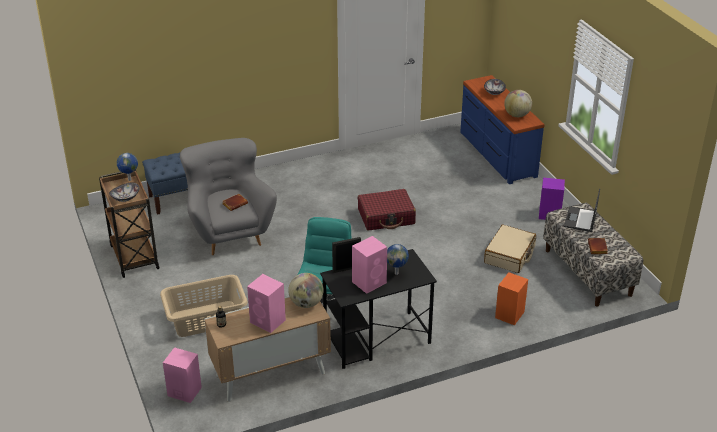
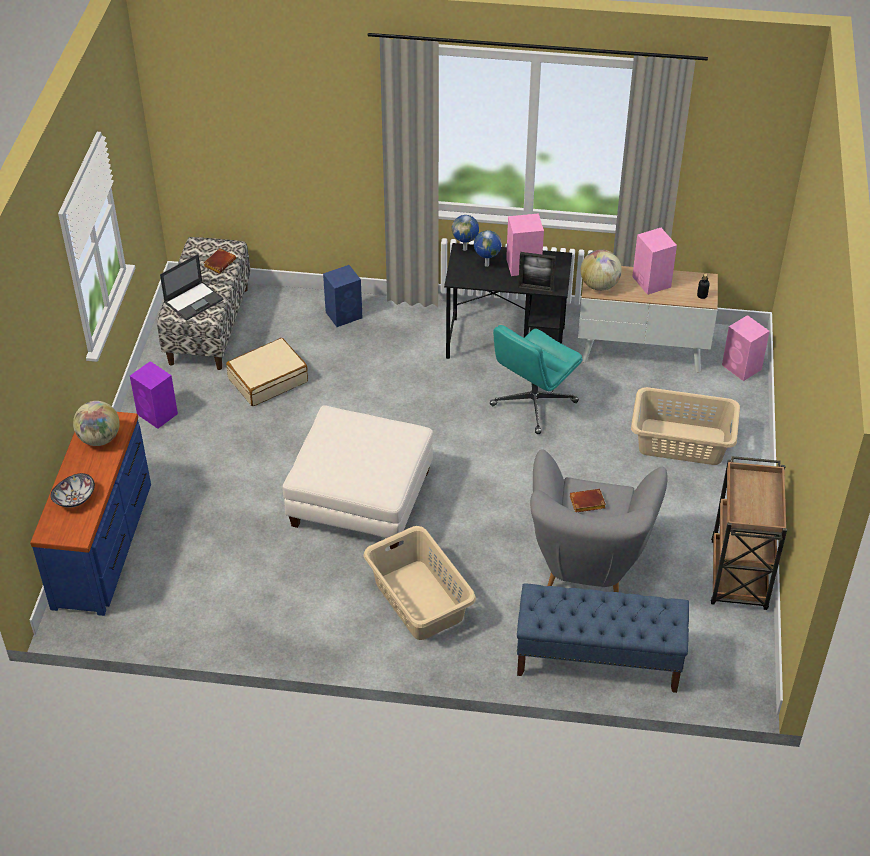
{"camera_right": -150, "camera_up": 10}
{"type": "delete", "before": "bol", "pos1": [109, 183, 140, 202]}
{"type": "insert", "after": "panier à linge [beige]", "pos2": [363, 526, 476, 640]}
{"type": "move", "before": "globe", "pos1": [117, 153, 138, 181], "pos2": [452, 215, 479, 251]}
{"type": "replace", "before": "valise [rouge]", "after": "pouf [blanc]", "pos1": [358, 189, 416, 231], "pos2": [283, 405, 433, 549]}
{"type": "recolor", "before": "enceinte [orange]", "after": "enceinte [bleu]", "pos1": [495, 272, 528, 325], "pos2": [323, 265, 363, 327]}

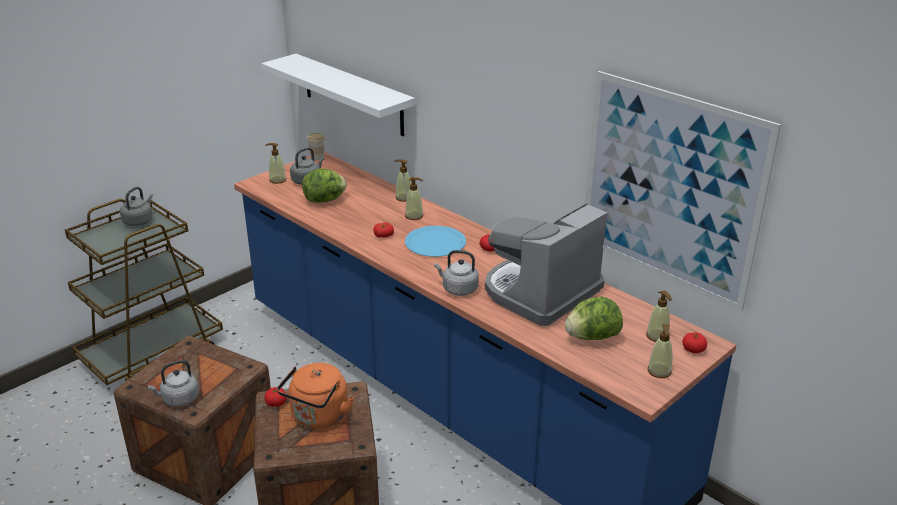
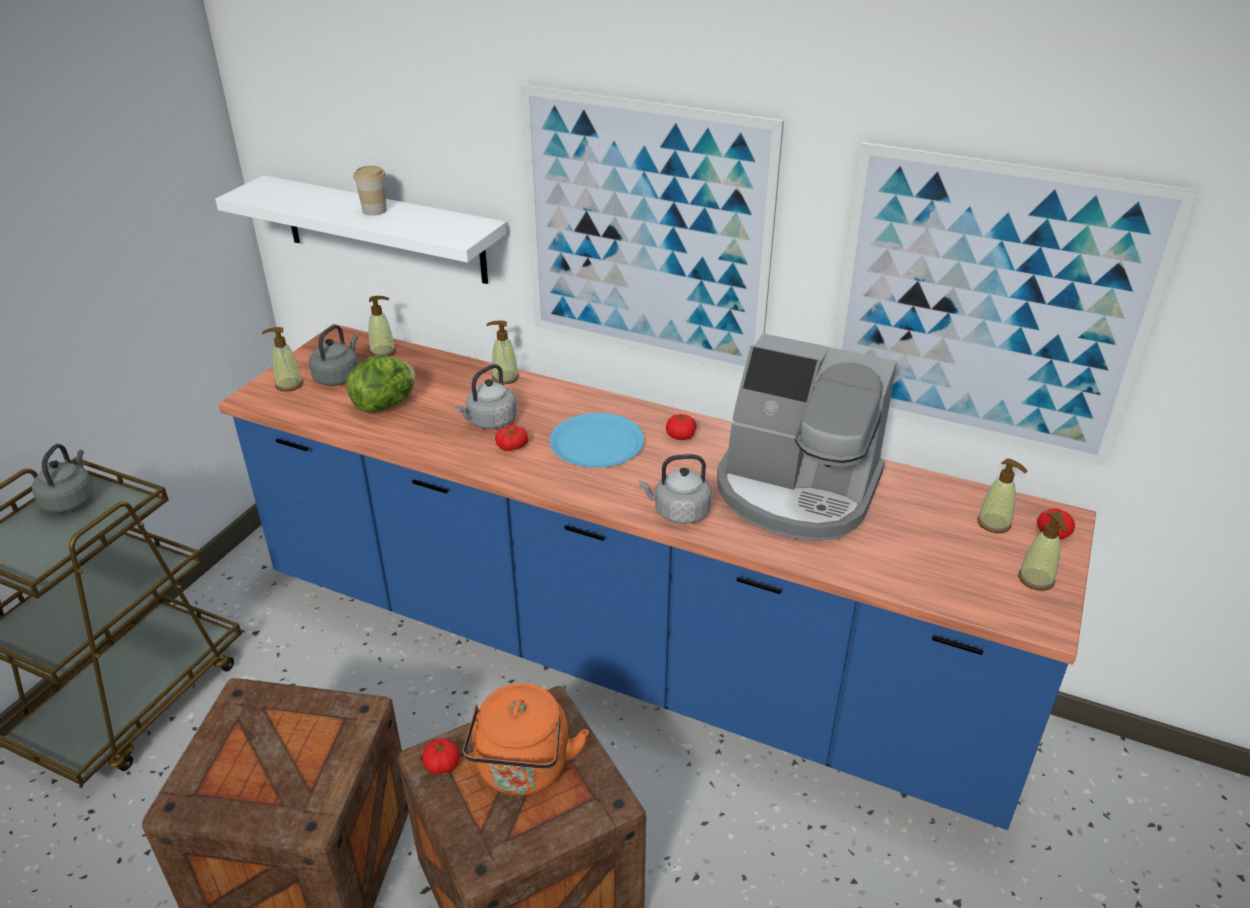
{"camera_right": -20, "camera_up": 5}
{"type": "delete", "before": "laitue", "pos1": [565, 297, 623, 340]}
{"type": "insert", "after": "tableau", "pos2": [521, 84, 784, 374]}
{"type": "move", "before": "bouilloire [gris]", "pos1": [147, 360, 199, 407], "pos2": [456, 364, 517, 429]}
{"type": "move", "before": "tasse", "pos1": [307, 133, 325, 161], "pos2": [353, 166, 387, 216]}
{"type": "move", "before": "distributeur de savon", "pos1": [405, 177, 423, 220], "pos2": [369, 296, 396, 357]}
{"type": "rotate", "before": "machine à café", "pos1": [485, 203, 607, 326], "pos2": [717, 333, 897, 541], "turn": -90}

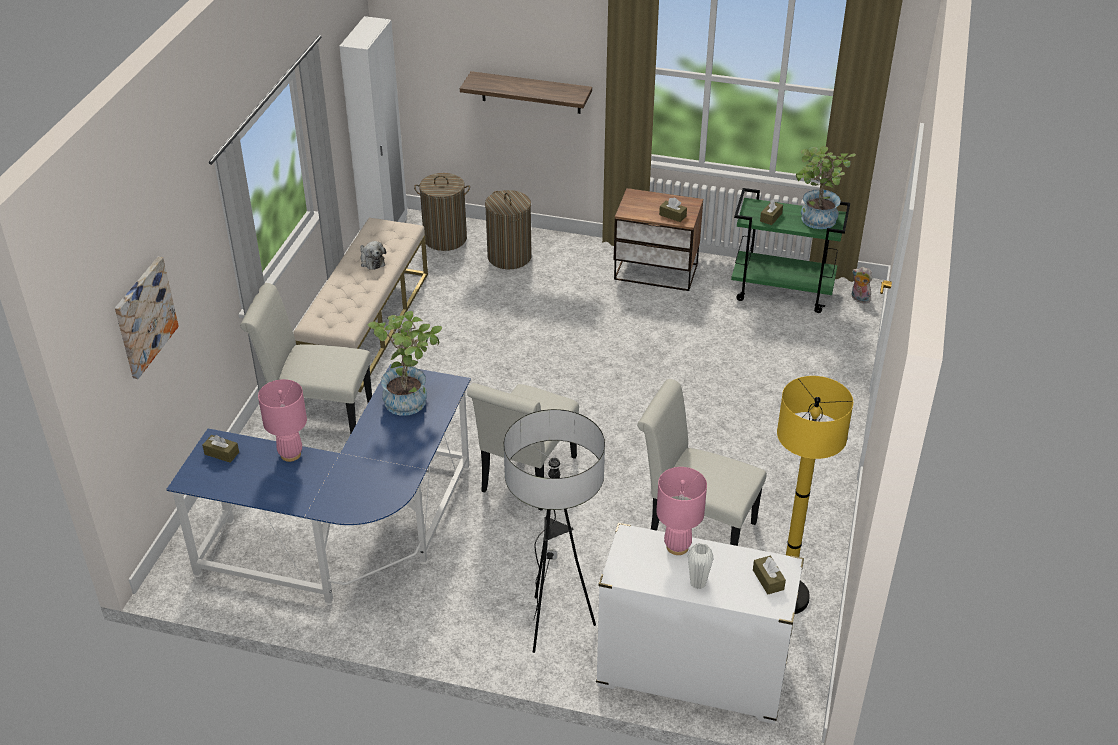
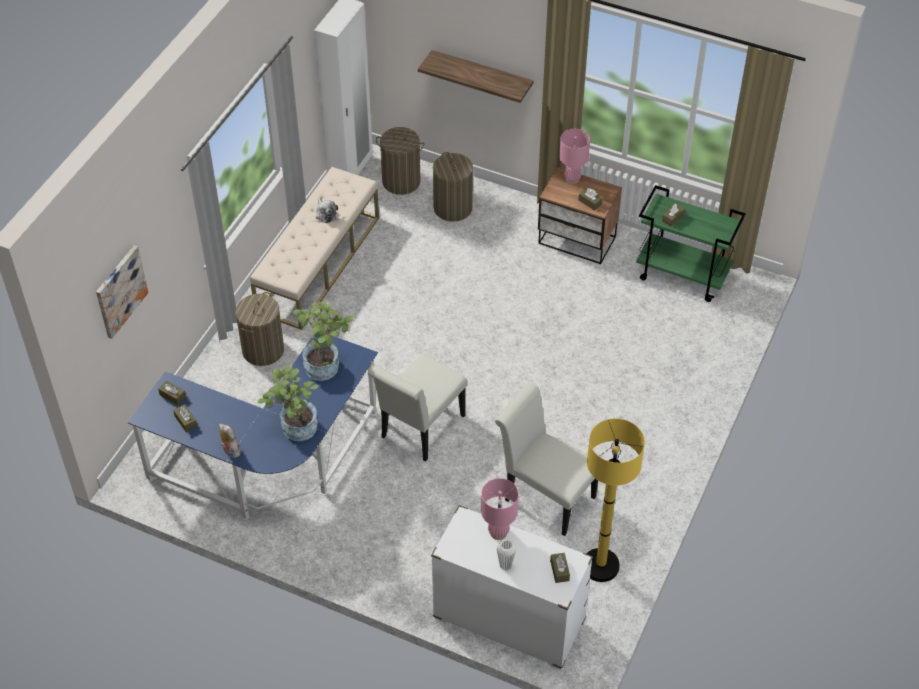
{"camera_right": 10, "camera_up": 10}
{"type": "delete", "before": "lampadaire", "pos1": [504, 409, 605, 653]}
{"type": "insert", "after": "boîte à mouchoirs [marron]", "pos2": [173, 404, 197, 432]}
{"type": "move", "before": "lampe de table [rose]", "pos1": [258, 379, 307, 462], "pos2": [559, 129, 590, 184]}
{"type": "move", "before": "plante en pot", "pos1": [796, 146, 856, 229], "pos2": [258, 365, 318, 441]}
{"type": "move", "before": "peluche", "pos1": [852, 267, 872, 303], "pos2": [219, 424, 240, 458]}
{"type": "replace", "before": "chaise [blanc]", "after": "panier à linge", "pos1": [240, 283, 372, 434], "pos2": [235, 292, 284, 366]}

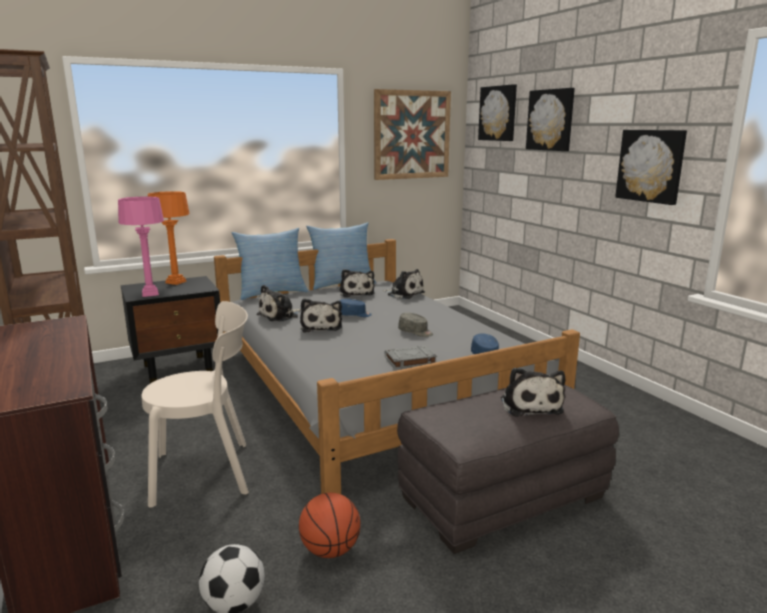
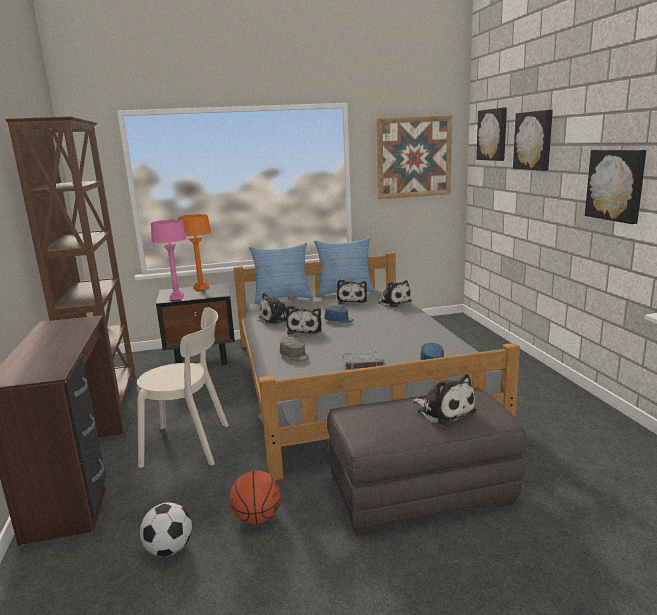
{"camera_right": 15, "camera_up": 0}
{"type": "move", "before": "casquette [gris]", "pos1": [398, 313, 433, 337], "pos2": [280, 337, 309, 362]}
{"type": "rotate", "before": "peluche", "pos1": [501, 368, 565, 417], "pos2": [413, 374, 477, 426], "turn": -45}

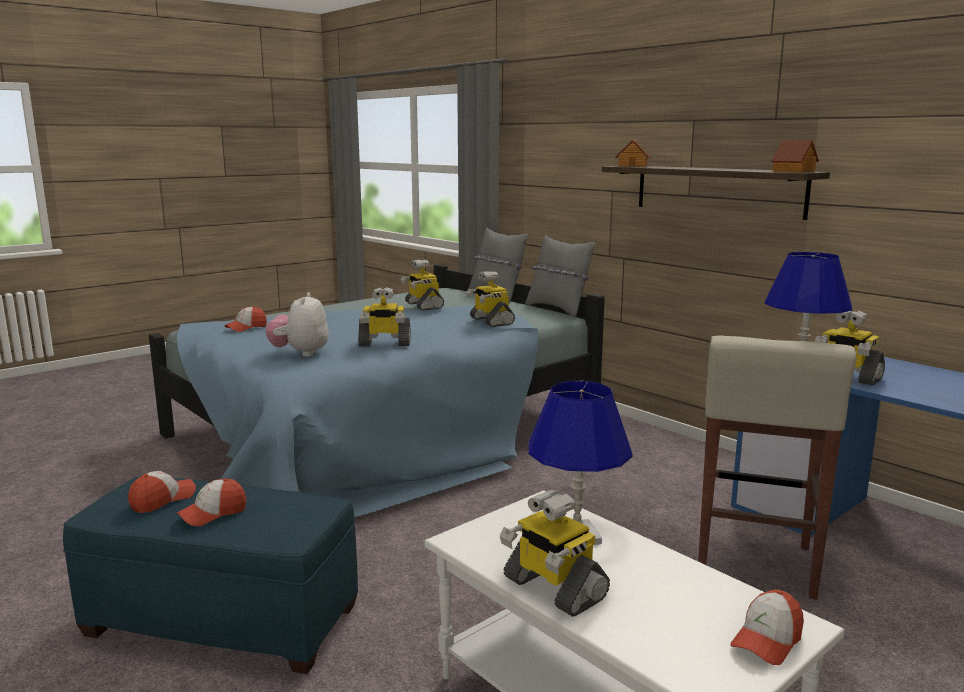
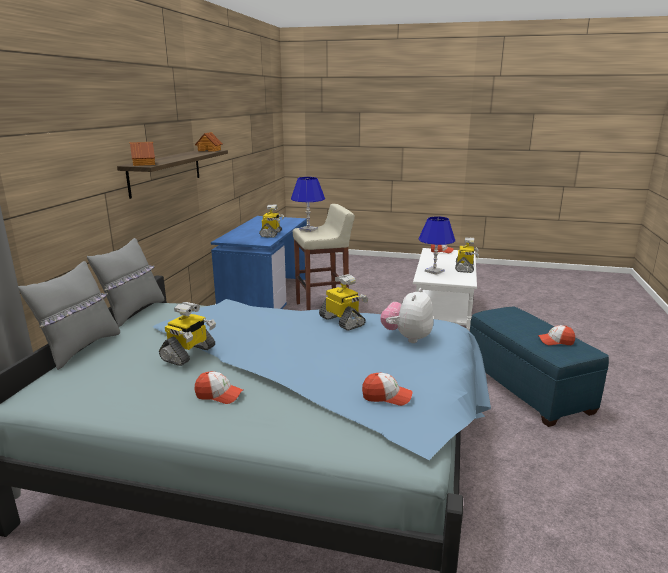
{"camera_right": -125, "camera_up": 5}
{"type": "delete", "before": "robot jouet", "pos1": [466, 271, 515, 327]}
{"type": "move", "before": "casquette", "pos1": [177, 478, 246, 526], "pos2": [195, 371, 243, 404]}
{"type": "rotate", "before": "peluche", "pos1": [266, 293, 329, 357], "pos2": [380, 288, 433, 343], "turn": 150}

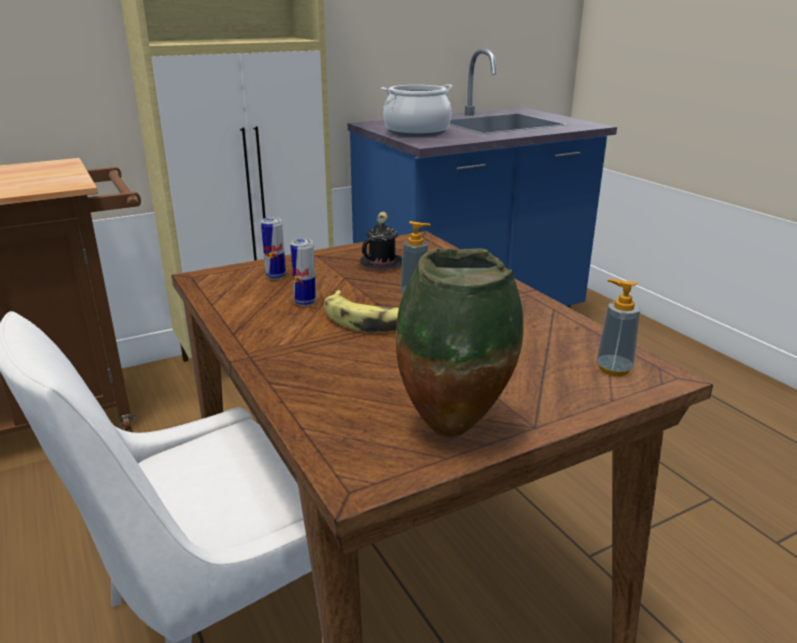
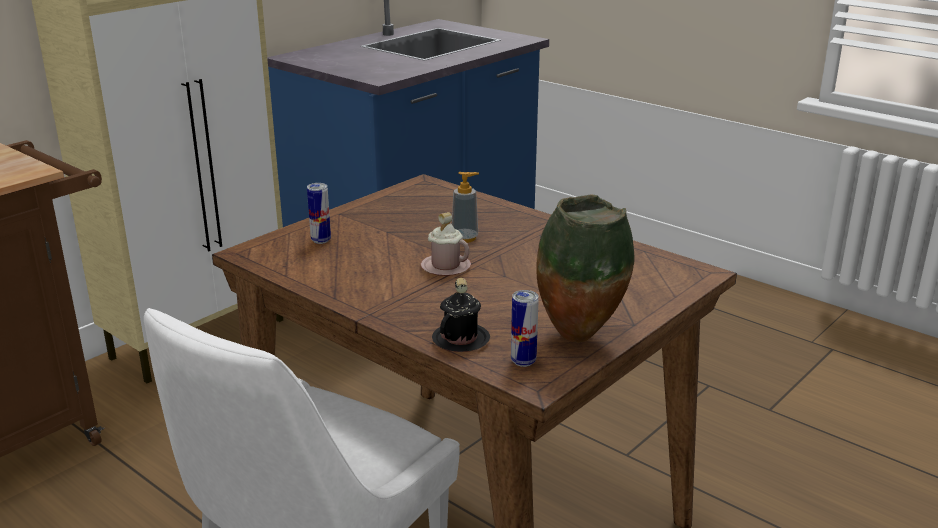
{"camera_right": -20, "camera_up": 0}
{"type": "delete", "before": "marmite", "pos1": [381, 84, 453, 137]}
{"type": "delete", "before": "distributeur de savon", "pos1": [597, 279, 640, 376]}
{"type": "move", "before": "boîte métallique", "pos1": [290, 238, 316, 306], "pos2": [511, 290, 539, 367]}
{"type": "move", "before": "mug [noir]", "pos1": [360, 212, 402, 270], "pos2": [432, 278, 490, 352]}
{"type": "replace", "before": "banane", "after": "mug [rose]", "pos1": [324, 290, 399, 333], "pos2": [421, 212, 471, 276]}

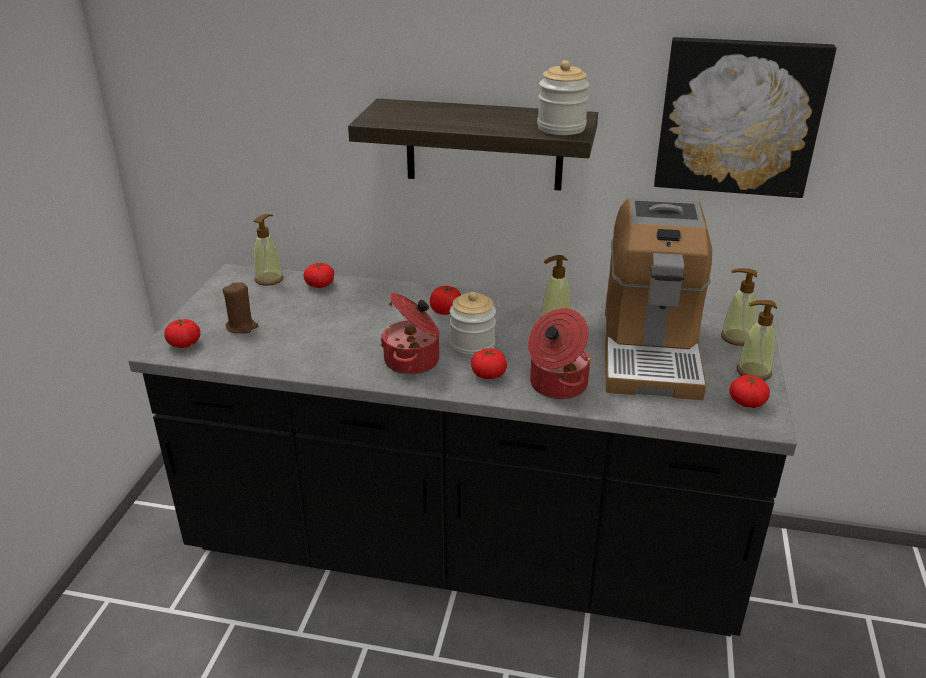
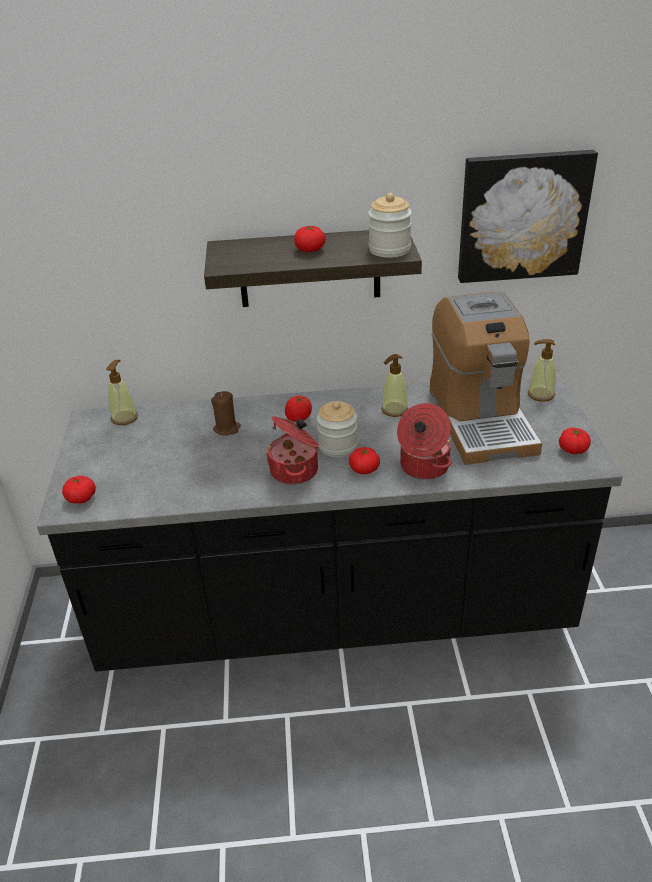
{"camera_right": -15, "camera_up": 5}
{"type": "delete", "before": "distributeur de savon", "pos1": [737, 300, 777, 381]}
{"type": "move", "before": "bougie [marron]", "pos1": [223, 282, 258, 333], "pos2": [211, 391, 241, 435]}
{"type": "move", "before": "tomate", "pos1": [304, 263, 334, 288], "pos2": [294, 226, 326, 252]}

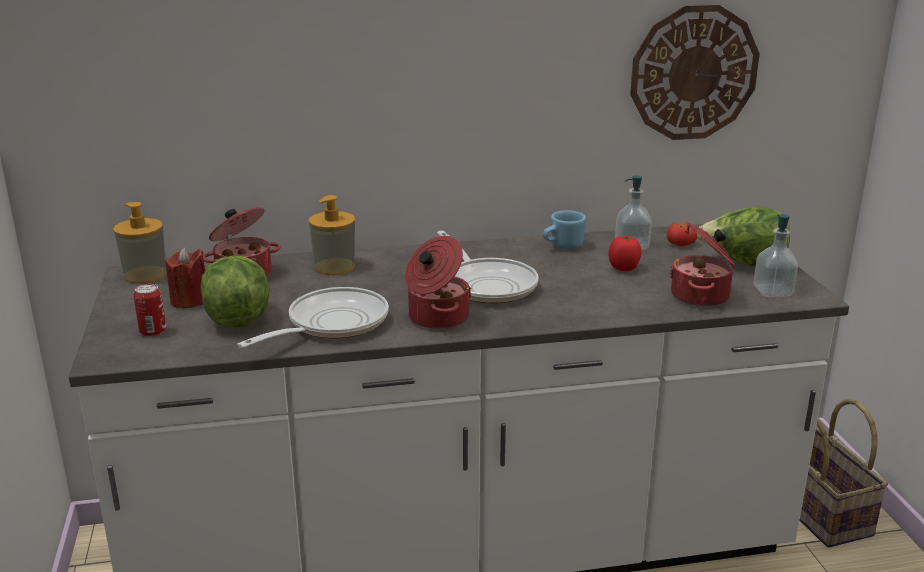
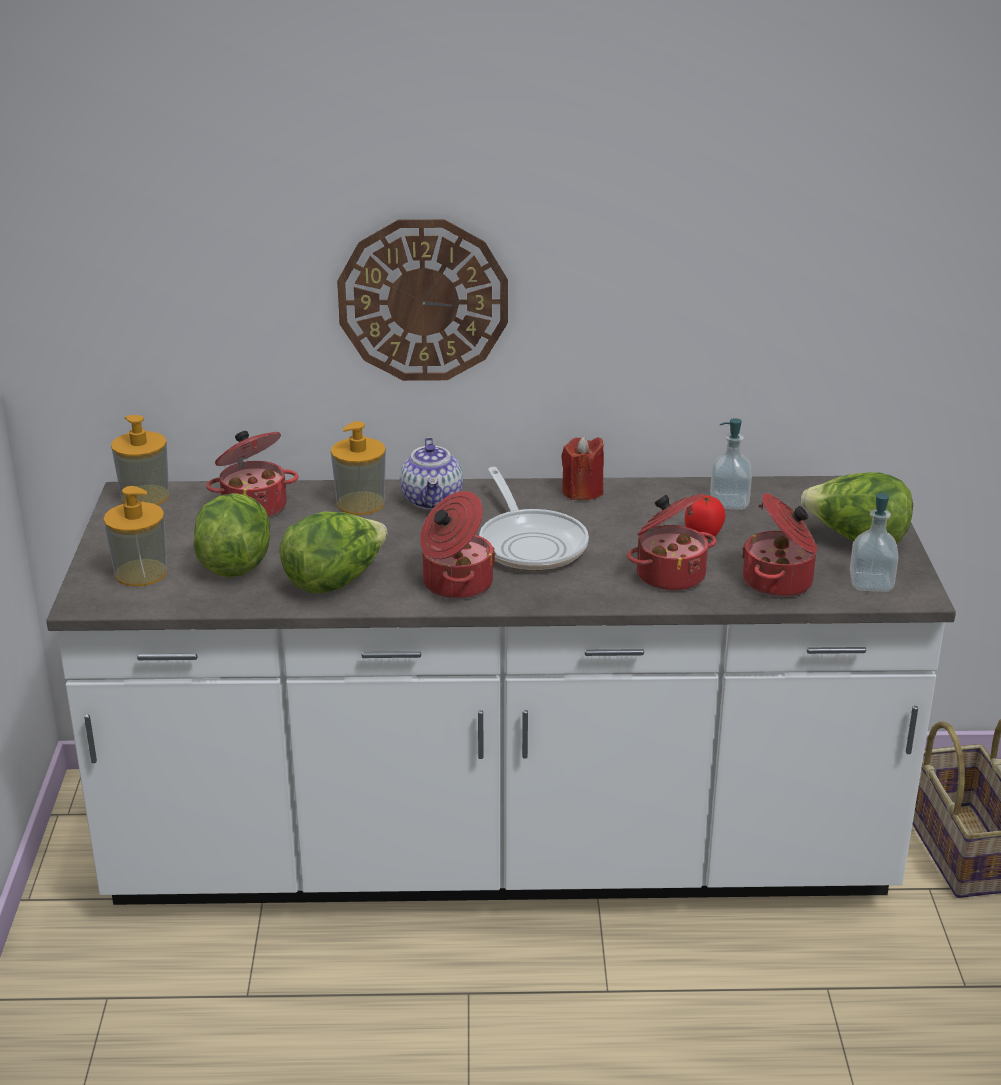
{"camera_right": 10, "camera_up": 5}
{"type": "delete", "before": "mug [bleu]", "pos1": [543, 210, 586, 250]}
{"type": "delete", "before": "tomate", "pos1": [667, 222, 698, 246]}
{"type": "insert", "after": "théière", "pos2": [400, 437, 463, 510]}
{"type": "insert", "after": "marmite", "pos2": [627, 493, 717, 591]}
{"type": "move", "before": "bougie [rouge]", "pos1": [165, 248, 205, 309], "pos2": [561, 436, 604, 500]}
{"type": "move", "before": "horloge murale", "pos1": [630, 5, 760, 140], "pos2": [337, 219, 508, 381]}
{"type": "replace", "before": "boîte métallique", "after": "distributeur de savon", "pos1": [134, 284, 166, 337], "pos2": [103, 486, 167, 586]}
{"type": "replace", "before": "poêle", "after": "laitue", "pos1": [237, 287, 389, 348], "pos2": [279, 511, 388, 593]}

